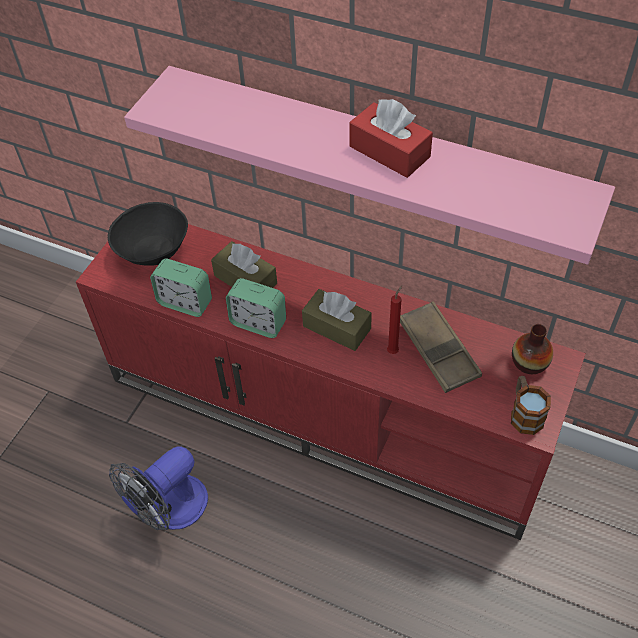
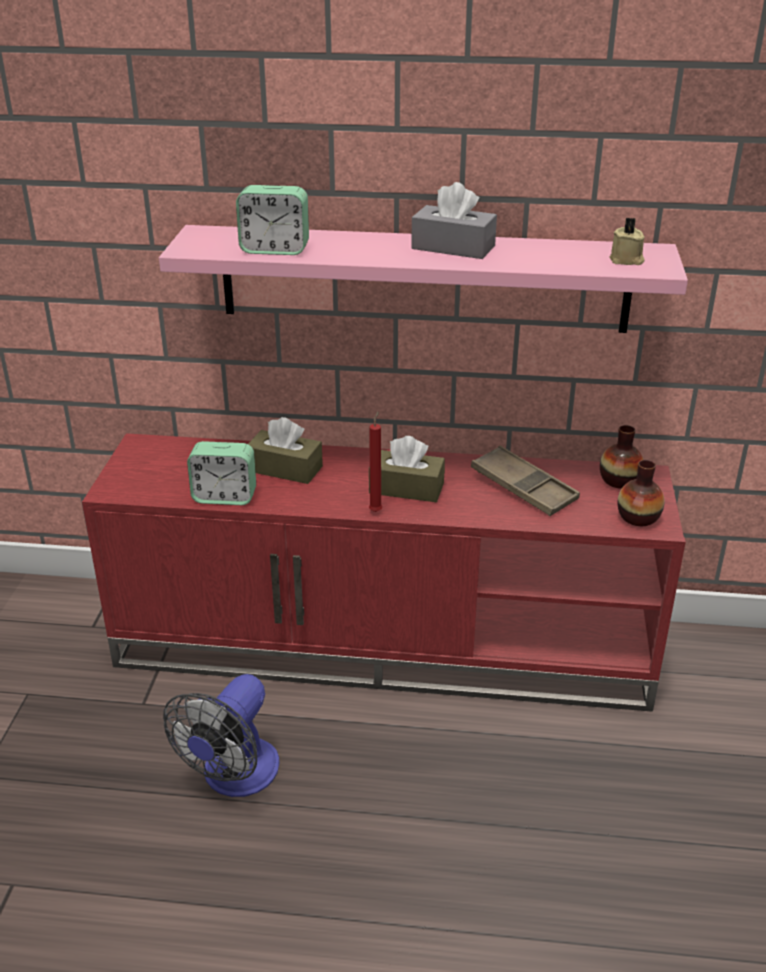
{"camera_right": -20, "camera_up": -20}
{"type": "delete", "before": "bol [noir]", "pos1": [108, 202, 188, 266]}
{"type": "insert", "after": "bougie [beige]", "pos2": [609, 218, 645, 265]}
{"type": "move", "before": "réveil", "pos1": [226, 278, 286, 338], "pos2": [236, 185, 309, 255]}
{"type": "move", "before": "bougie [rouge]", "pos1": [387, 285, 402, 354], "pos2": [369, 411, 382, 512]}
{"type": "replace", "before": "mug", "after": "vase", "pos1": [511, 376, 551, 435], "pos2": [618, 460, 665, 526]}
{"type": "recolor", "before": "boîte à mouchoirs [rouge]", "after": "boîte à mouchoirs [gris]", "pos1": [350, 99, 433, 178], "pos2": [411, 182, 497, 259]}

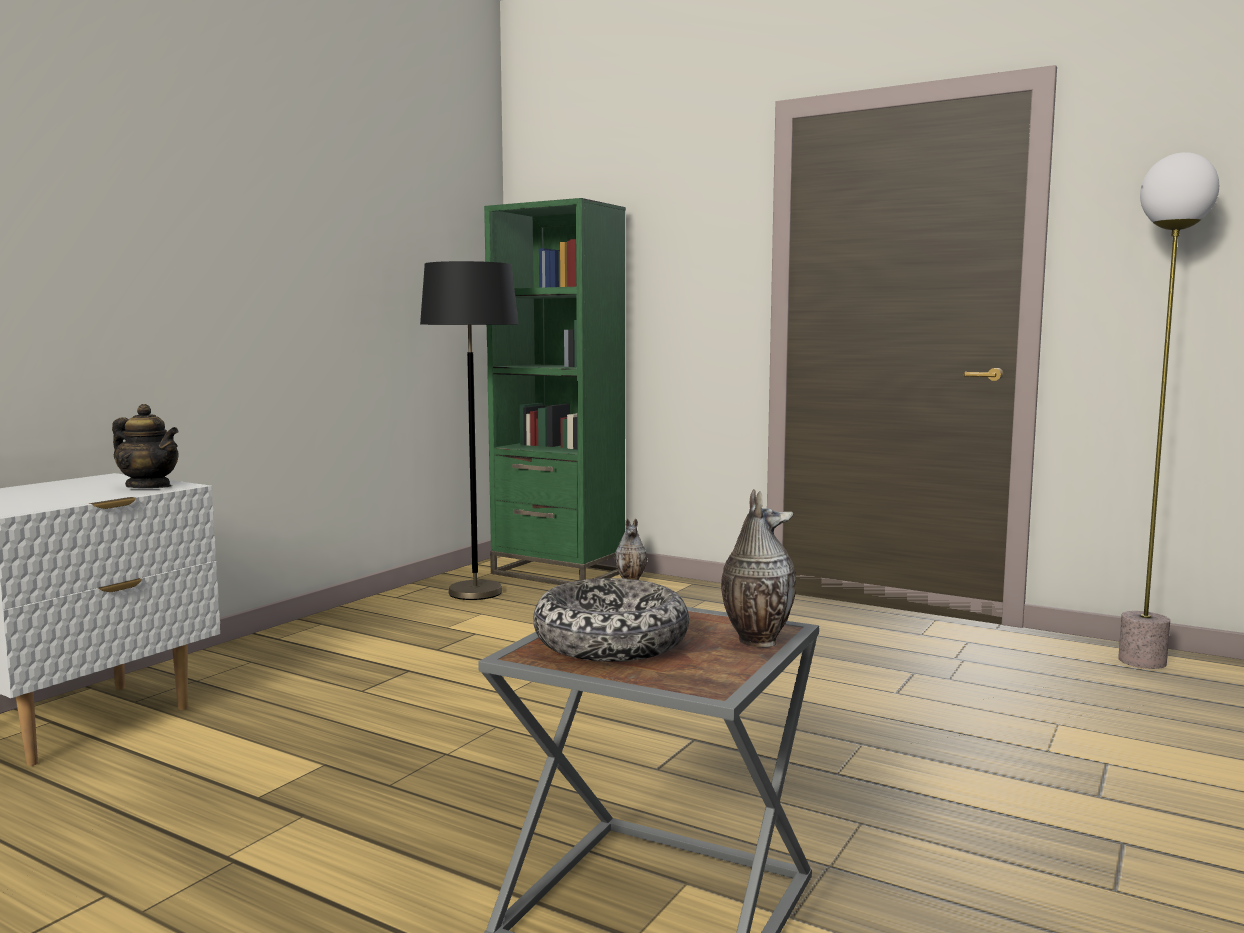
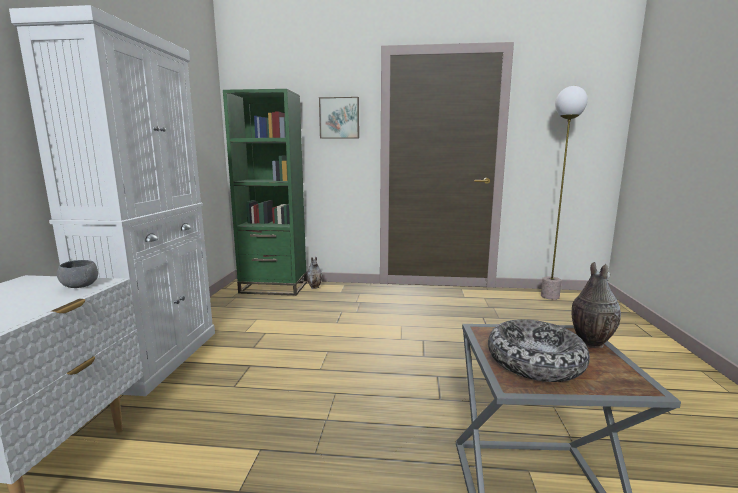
{"camera_right": -25, "camera_up": 5}
{"type": "delete", "before": "lampadaire [noir]", "pos1": [420, 261, 519, 600]}
{"type": "insert", "after": "meuble de rangement [blanc]", "pos2": [9, 5, 215, 396]}
{"type": "insert", "after": "tableau", "pos2": [319, 97, 359, 139]}
{"type": "replace", "before": "théière", "after": "bol [gris]", "pos1": [112, 404, 179, 488], "pos2": [57, 260, 98, 288]}

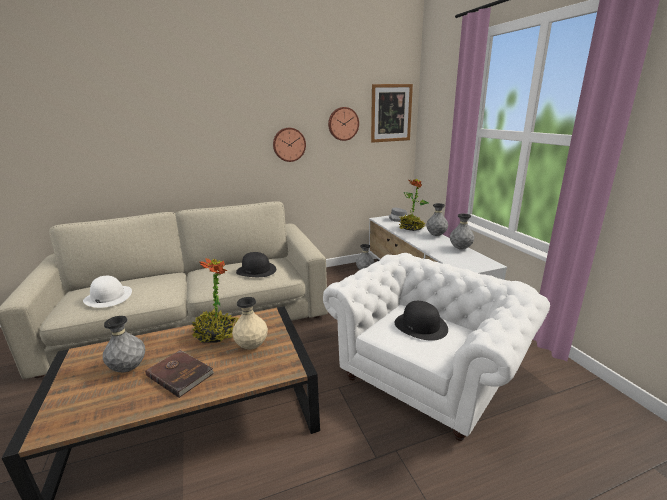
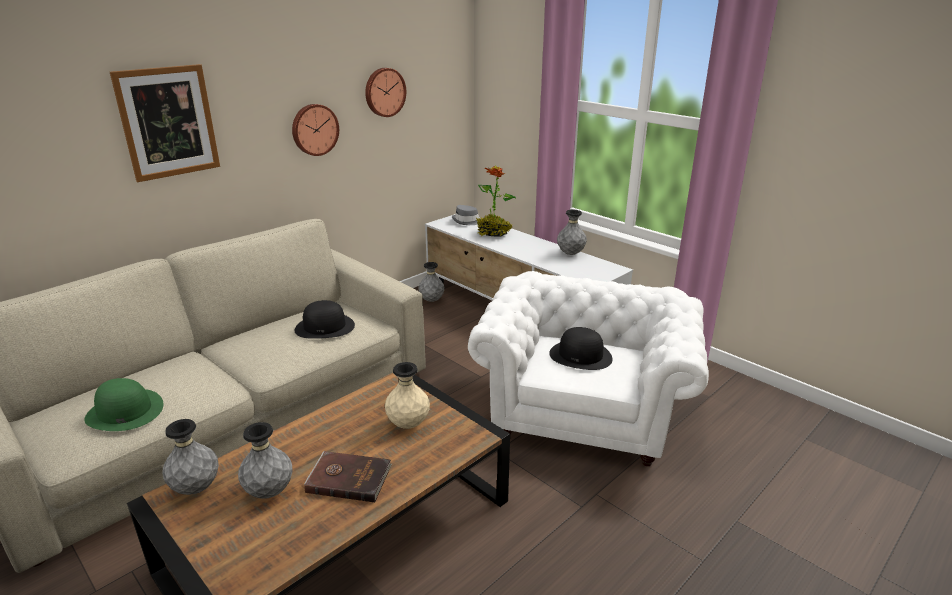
{"camera_right": -25, "camera_up": 5}
{"type": "delete", "before": "plante en pot", "pos1": [192, 258, 239, 343]}
{"type": "move", "before": "tableau", "pos1": [371, 84, 413, 143], "pos2": [110, 64, 220, 182]}
{"type": "move", "before": "vase [gris]", "pos1": [426, 203, 448, 236], "pos2": [162, 419, 219, 495]}
{"type": "recolor", "before": "chapeau [blanc]", "after": "chapeau [vert]", "pos1": [83, 276, 132, 308], "pos2": [84, 378, 164, 431]}

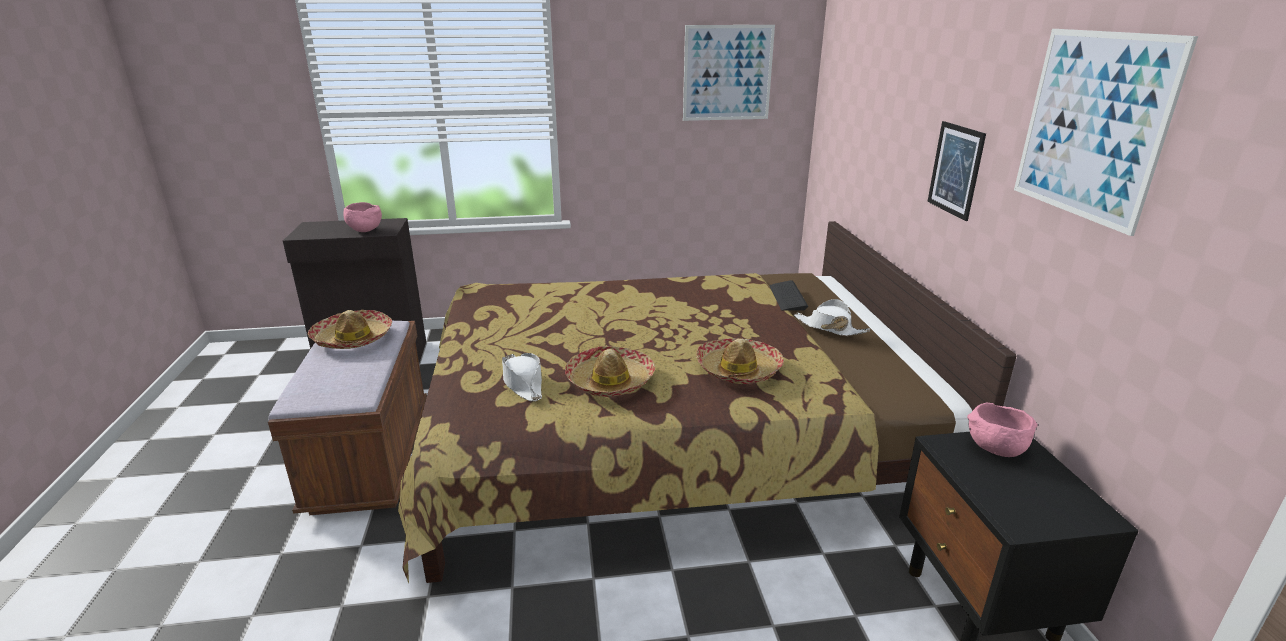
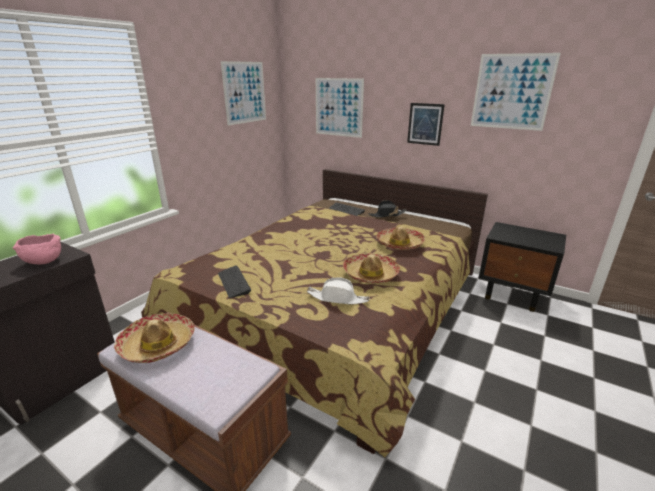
{"camera_right": -50, "camera_up": 0}
{"type": "delete", "before": "bol [rose]", "pos1": [967, 403, 1037, 457]}
{"type": "insert", "after": "clavier", "pos2": [218, 265, 251, 298]}
{"type": "insert", "after": "tableau", "pos2": [316, 78, 364, 138]}
{"type": "recolor", "before": "chapeau [blanc]", "after": "chapeau [noir]", "pos1": [794, 299, 871, 336], "pos2": [368, 200, 406, 218]}

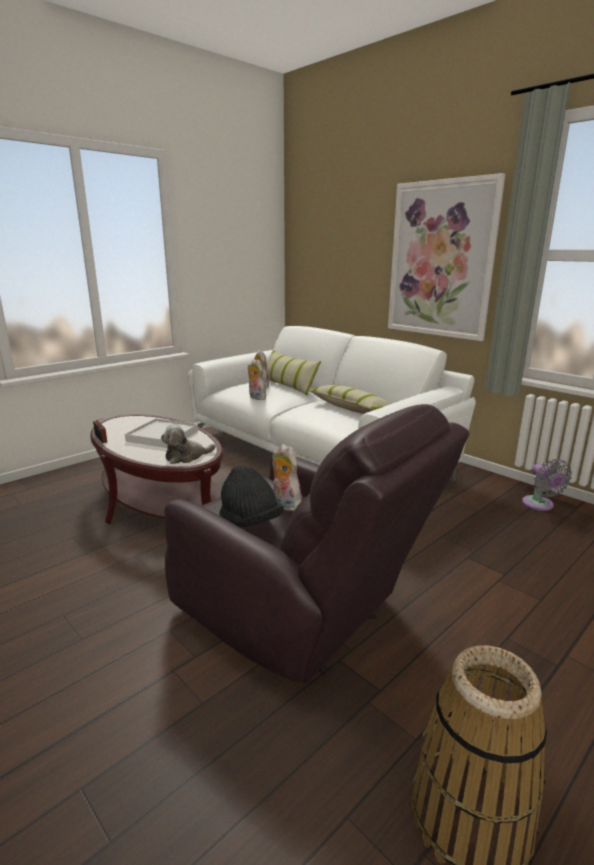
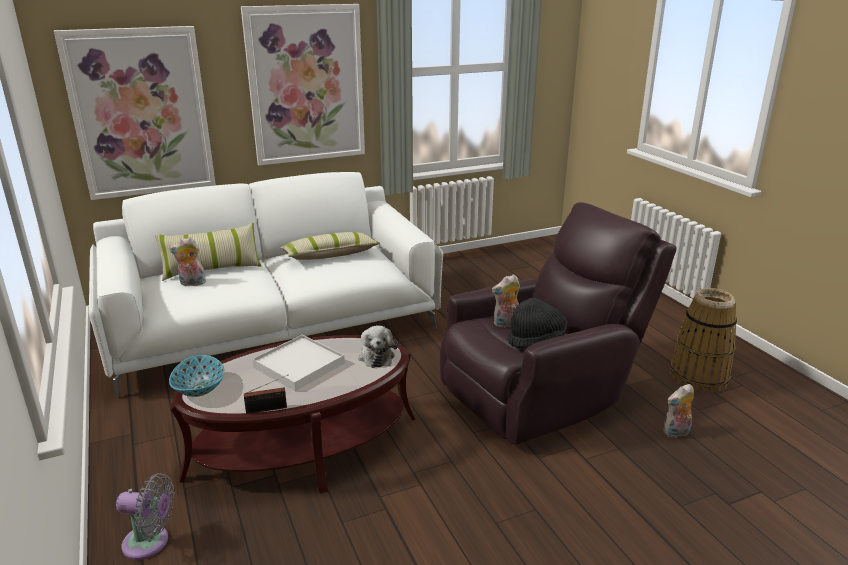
{"camera_right": -70, "camera_up": 5}
{"type": "insert", "after": "tableau", "pos2": [54, 26, 216, 200]}
{"type": "insert", "after": "bol", "pos2": [169, 355, 225, 397]}
{"type": "move", "before": "peluche", "pos1": [248, 359, 266, 400], "pos2": [663, 384, 694, 438]}
{"type": "move", "before": "ventilateur [gris]", "pos1": [522, 459, 572, 511], "pos2": [116, 473, 175, 560]}

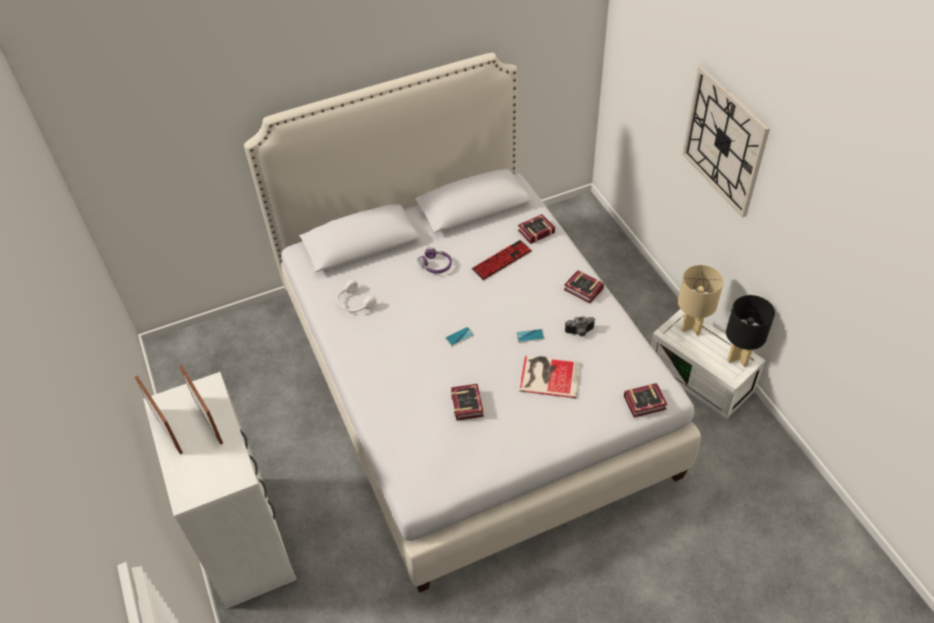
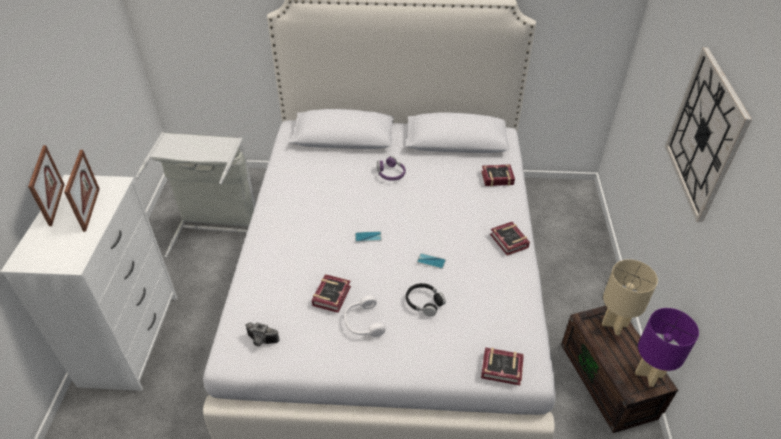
{"camera_right": 25, "camera_up": -5}
{"type": "delete", "before": "clavier", "pos1": [472, 240, 532, 280]}
{"type": "insert", "after": "panier à linge [gris]", "pos2": [135, 132, 256, 258]}
{"type": "move", "before": "casque audio [blanc]", "pos1": [337, 280, 377, 312], "pos2": [344, 295, 386, 337]}
{"type": "move", "before": "appareil photo", "pos1": [565, 316, 595, 336], "pos2": [245, 322, 280, 346]}
{"type": "replace", "before": "livre", "after": "casque audio [noir]", "pos1": [519, 354, 581, 398], "pos2": [406, 283, 446, 317]}
{"type": "recolor", "before": "boîte de rangement [blanc]", "after": "boîte de rangement [marron]", "pos1": [650, 309, 766, 419], "pos2": [561, 306, 678, 433]}
{"type": "recolor", "before": "lampe de table [noir]", "after": "lampe de table [violet]", "pos1": [726, 295, 775, 367], "pos2": [635, 308, 699, 387]}

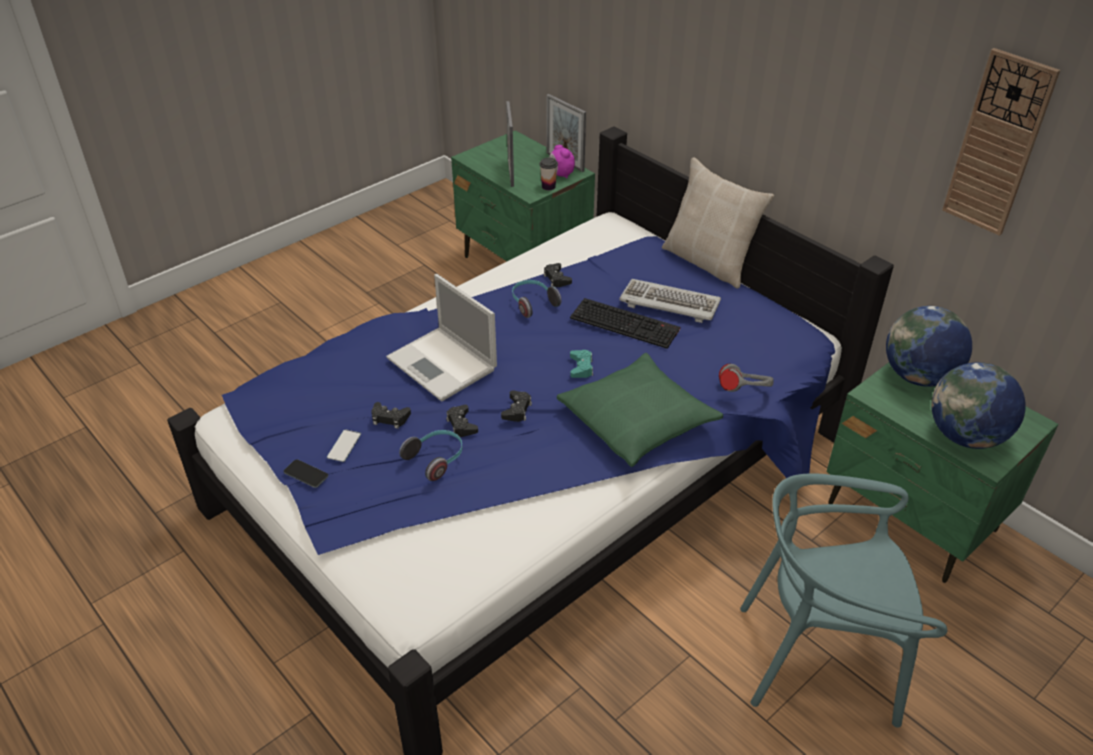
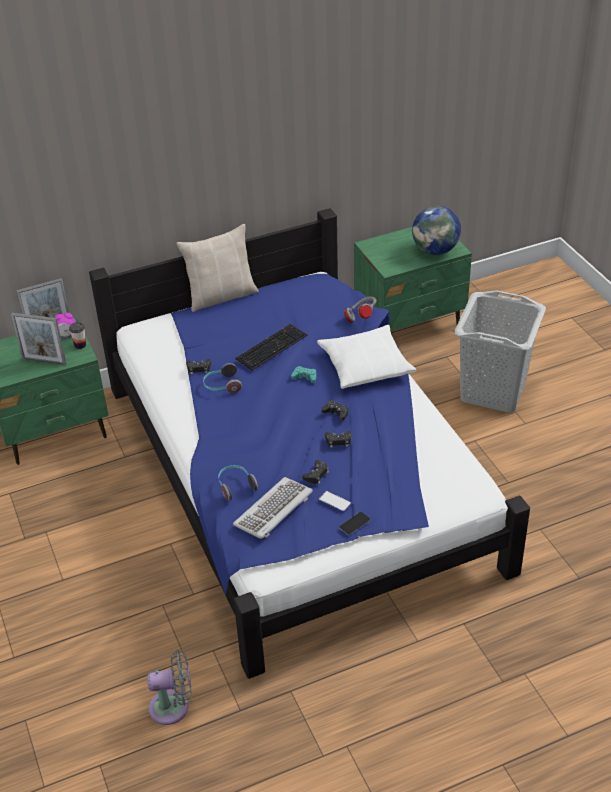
{"camera_right": -70, "camera_up": 0}
{"type": "delete", "before": "ordinateur portable", "pos1": [386, 274, 497, 402]}
{"type": "delete", "before": "globe", "pos1": [886, 306, 972, 387]}
{"type": "delete", "before": "horloge murale", "pos1": [942, 48, 1060, 236]}
{"type": "insert", "after": "ventilateur [gris]", "pos2": [147, 650, 192, 725]}
{"type": "move", "before": "casque audio", "pos1": [399, 430, 462, 481], "pos2": [218, 465, 258, 501]}
{"type": "move", "before": "clavier", "pos1": [619, 279, 721, 323], "pos2": [233, 477, 313, 539]}
{"type": "replace", "before": "chaise [turquoise]", "after": "panier à linge [gris]", "pos1": [740, 473, 948, 728], "pos2": [454, 290, 546, 413]}
{"type": "recolor", "before": "coussin [vert]", "after": "coussin [blanc]", "pos1": [557, 353, 723, 467], "pos2": [317, 325, 416, 389]}

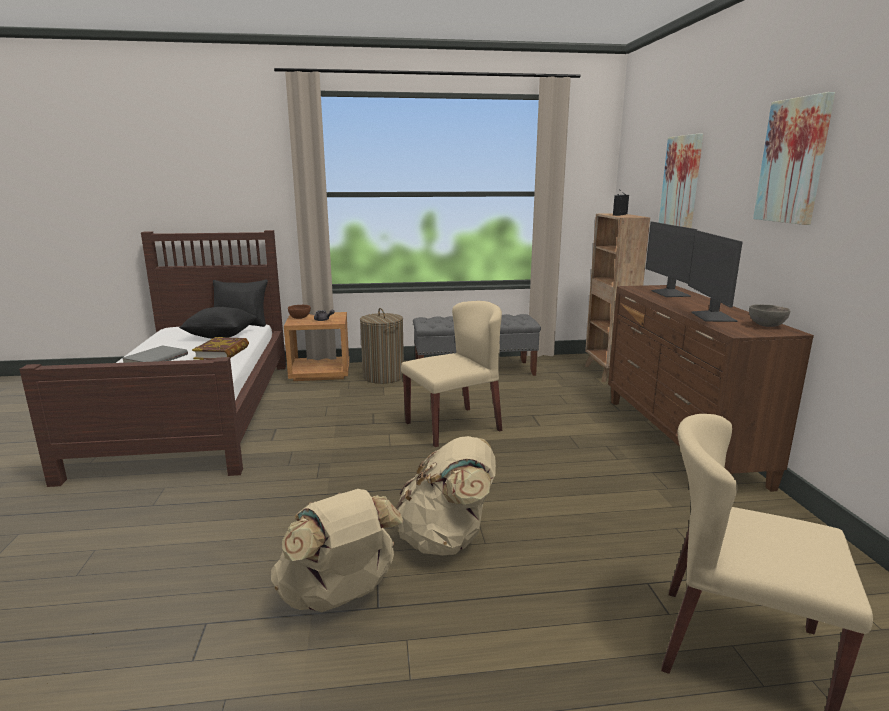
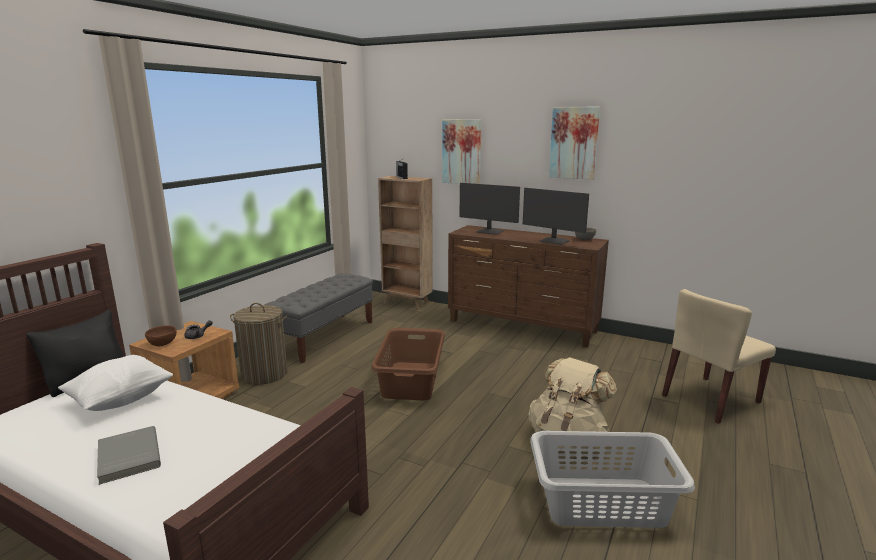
{"camera_right": -55, "camera_up": 0}
{"type": "delete", "before": "livre", "pos1": [192, 337, 249, 360]}
{"type": "replace", "before": "sac à dos [beige]", "after": "panier à linge [gris]", "pos1": [271, 489, 404, 612], "pos2": [530, 431, 695, 528]}
{"type": "replace", "before": "chaise [beige]", "after": "panier à linge [marron]", "pos1": [401, 301, 502, 447], "pos2": [371, 328, 445, 400]}
{"type": "recolor", "before": "coussin [noir]", "after": "coussin [blanc]", "pos1": [179, 307, 258, 338], "pos2": [58, 355, 173, 411]}

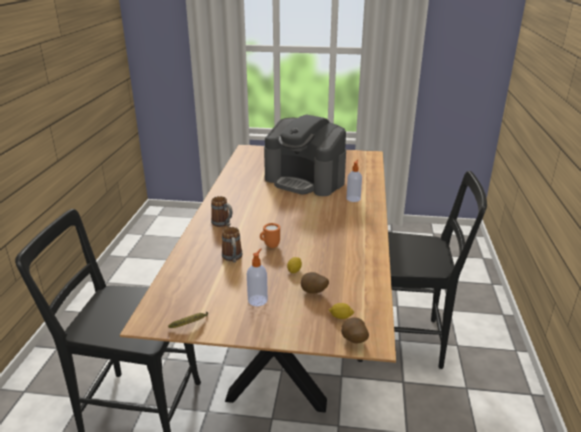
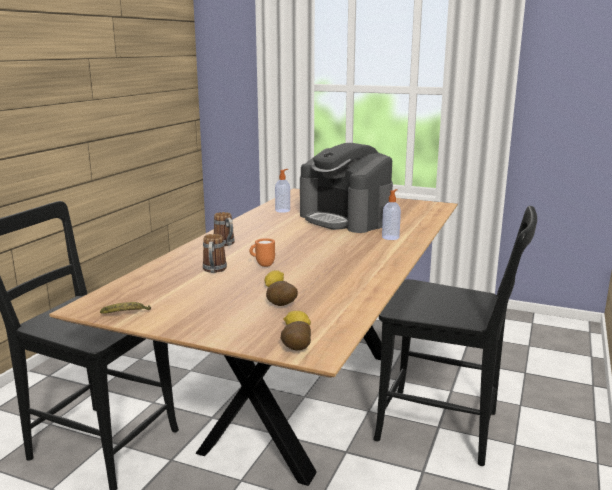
{"camera_right": 15, "camera_up": -10}
{"type": "move", "before": "distributeur de savon", "pos1": [247, 248, 268, 306], "pos2": [275, 169, 290, 213]}

